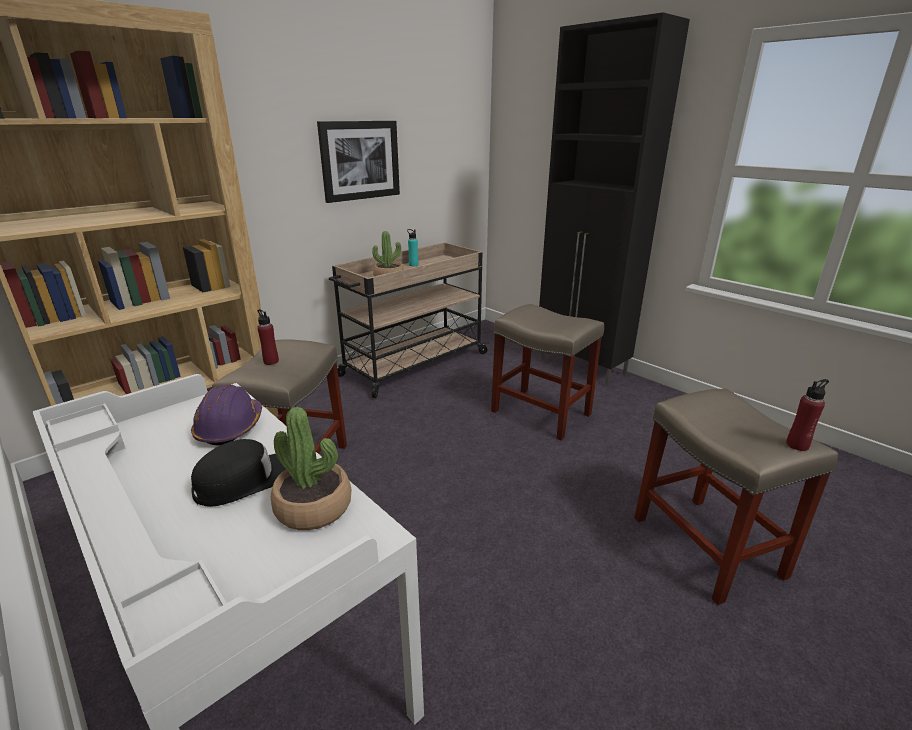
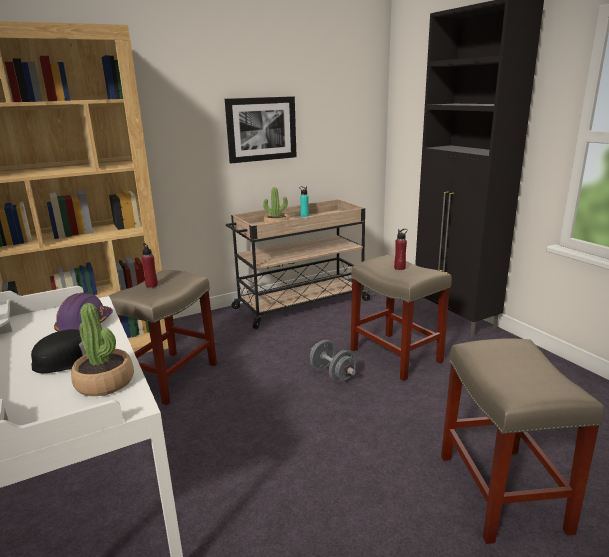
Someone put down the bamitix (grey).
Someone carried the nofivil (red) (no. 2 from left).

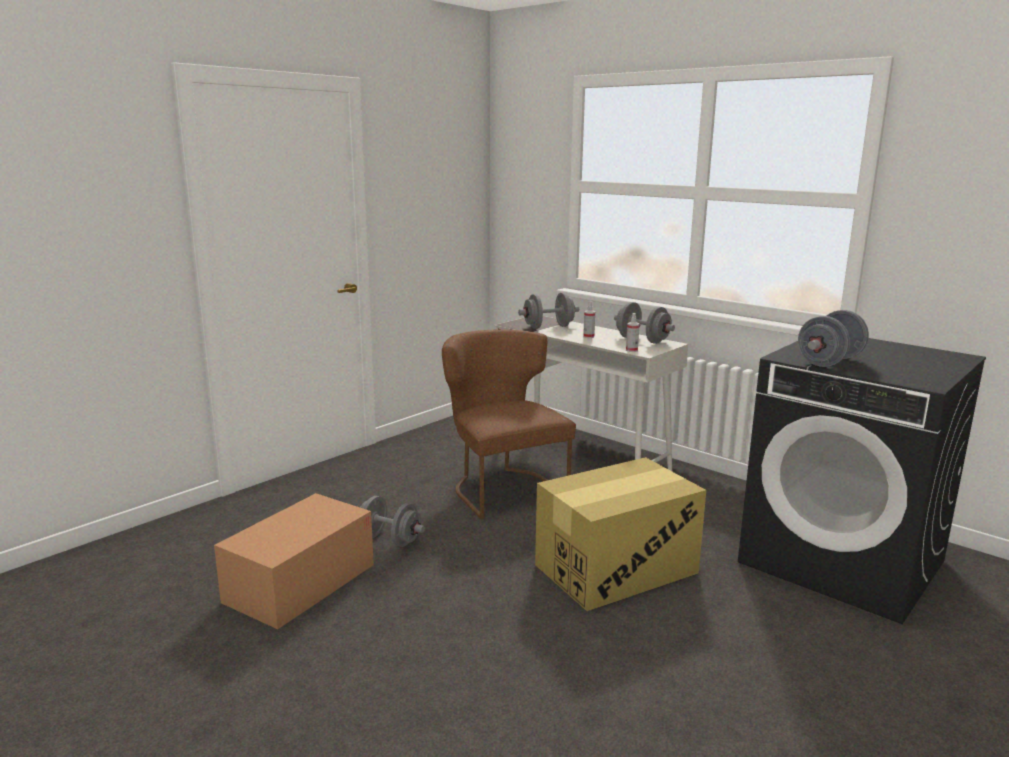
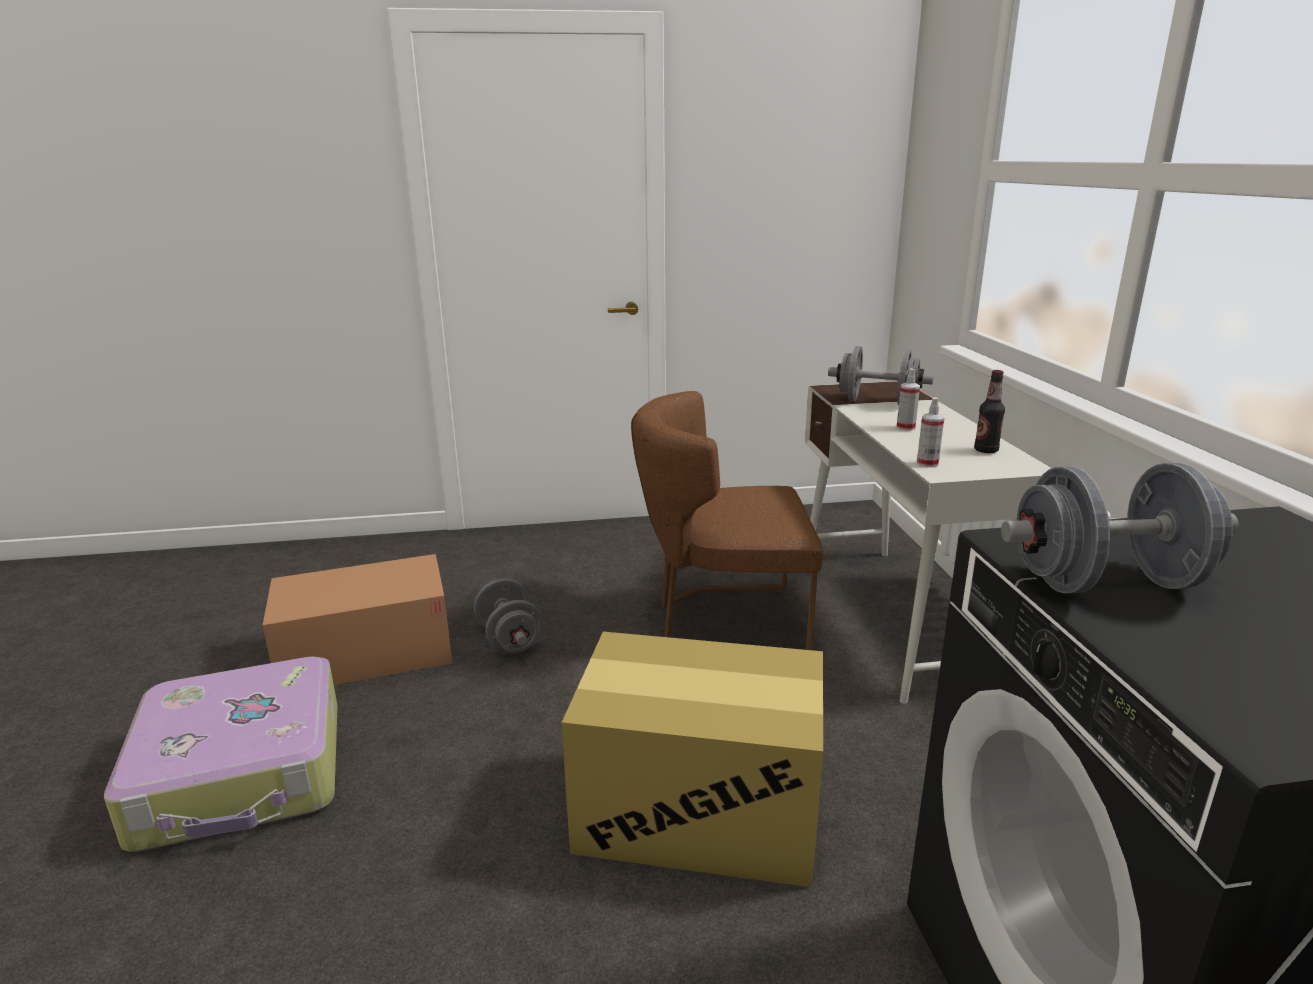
Someone put down the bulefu.
Someone rotated the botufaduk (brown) by 105 degrees counterclockwise.
Someone swapped the bamitix (grey) (no. 3 from left) for the nofivil.

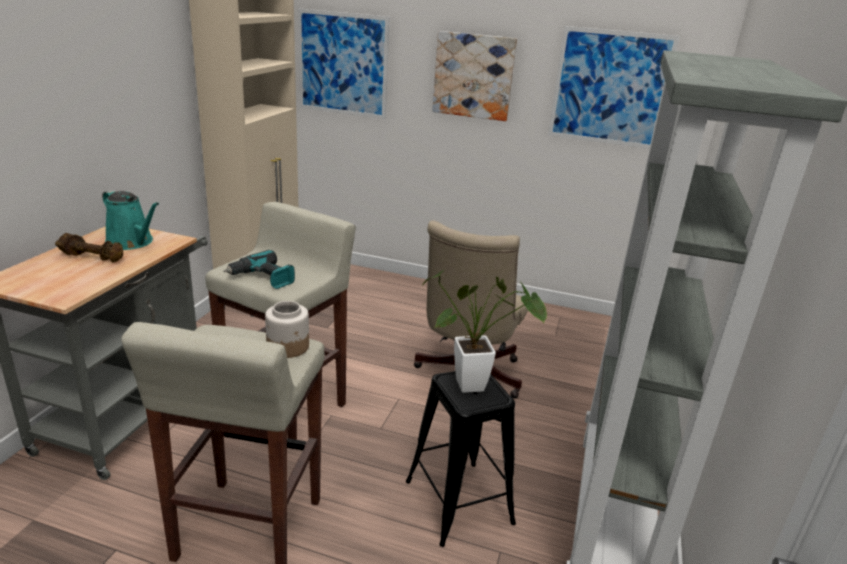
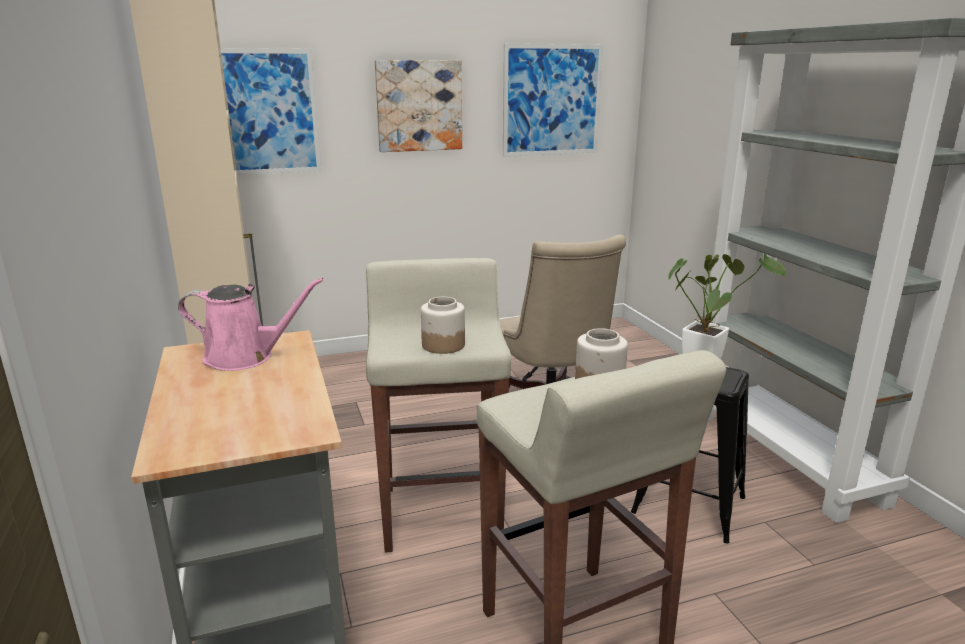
Someone repainted the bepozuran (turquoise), which became the bepozuran (pink).
Someone swapped the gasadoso for the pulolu (no. 1 from left).
Someone took away the bamitix (brown).

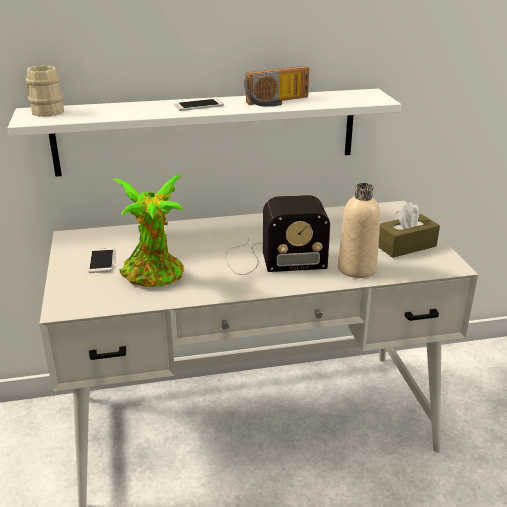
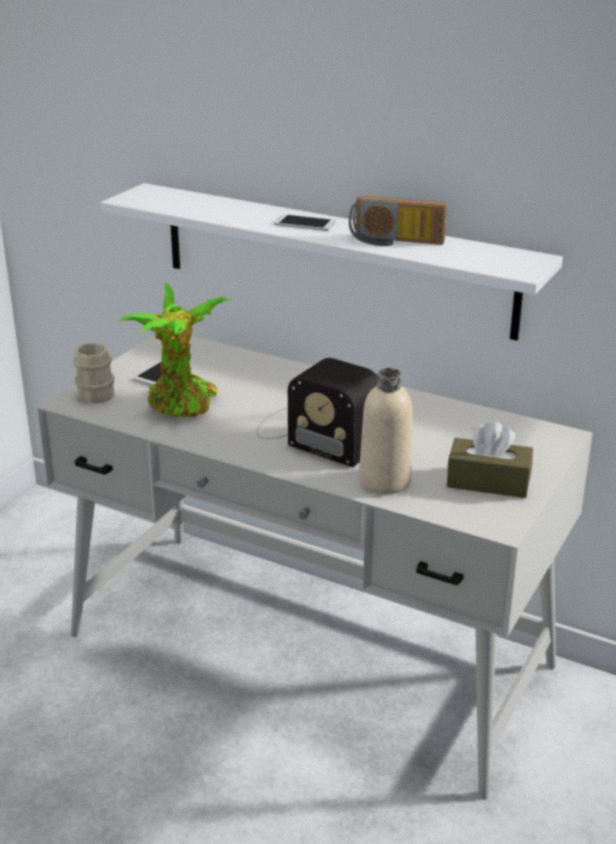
Someone carried the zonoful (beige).

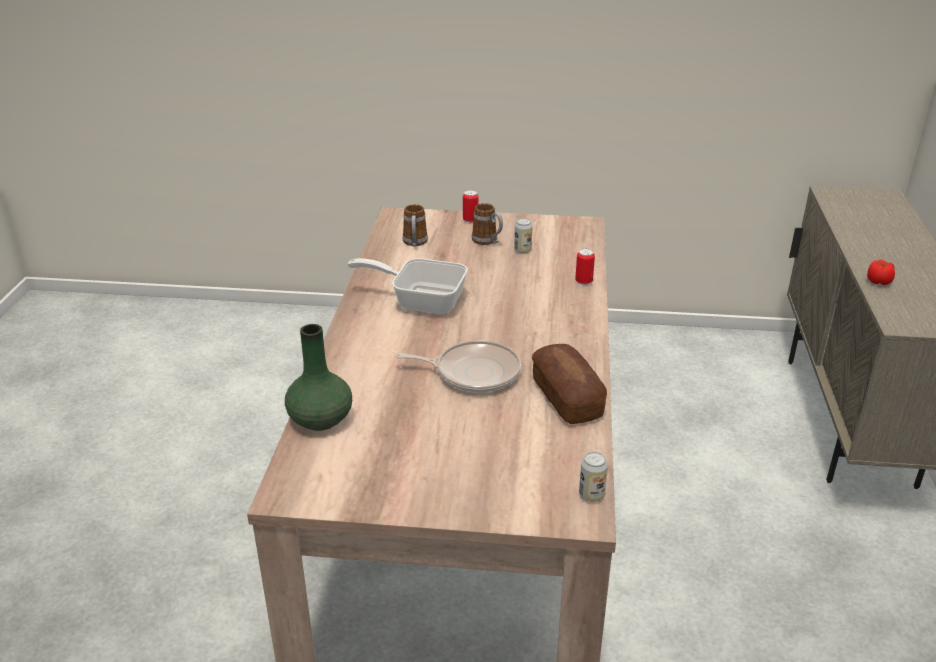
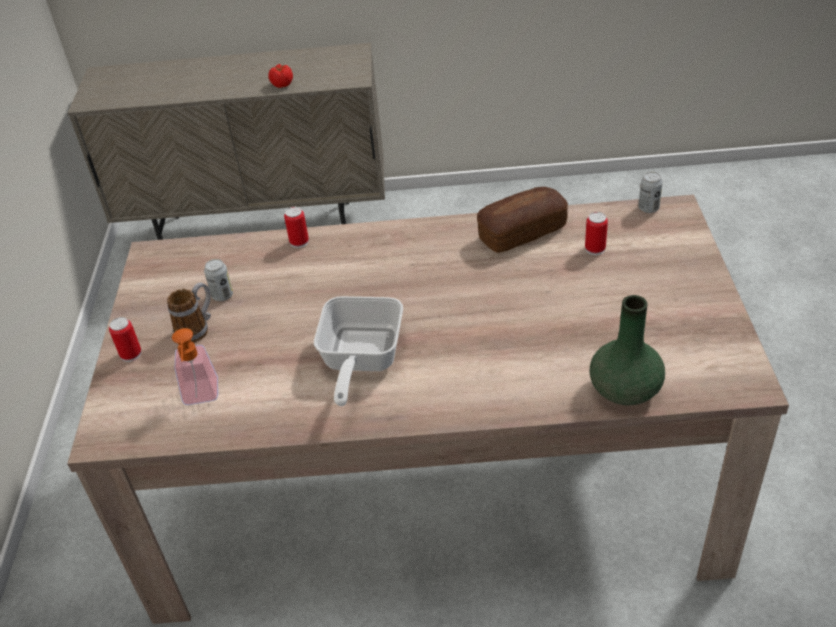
Someone swapped the zonoful (no. 1 from left) for the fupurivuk.
Someone put down the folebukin (no. 4 from left).
Someone took away the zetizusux (no. 2 from left).

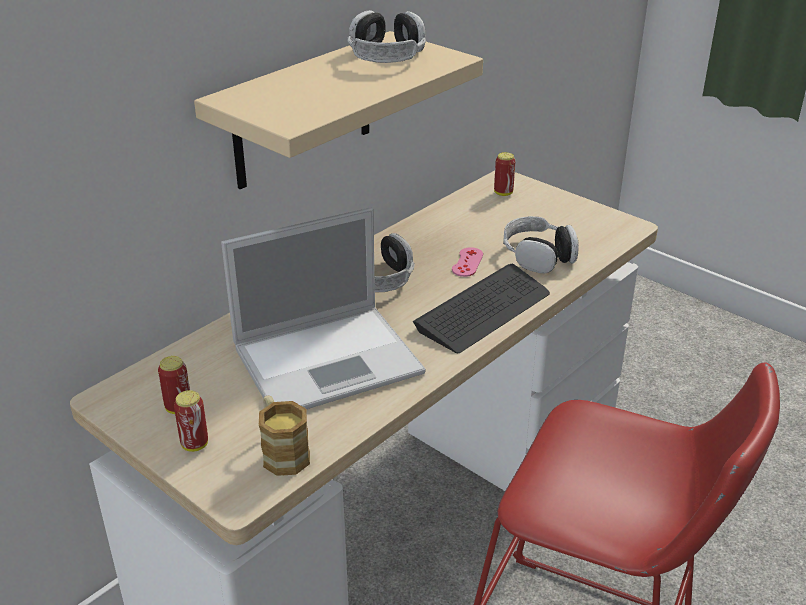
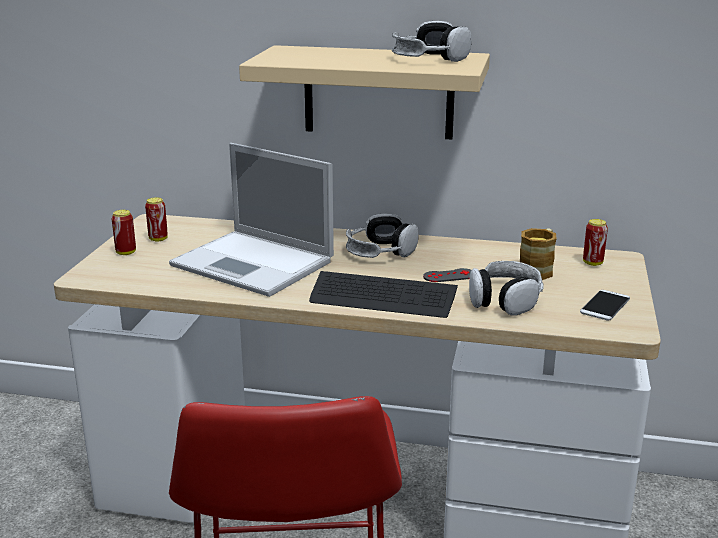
Someone repainted the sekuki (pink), which became the sekuki (grey).
Someone carried the zonoful.
Someone put down the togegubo.

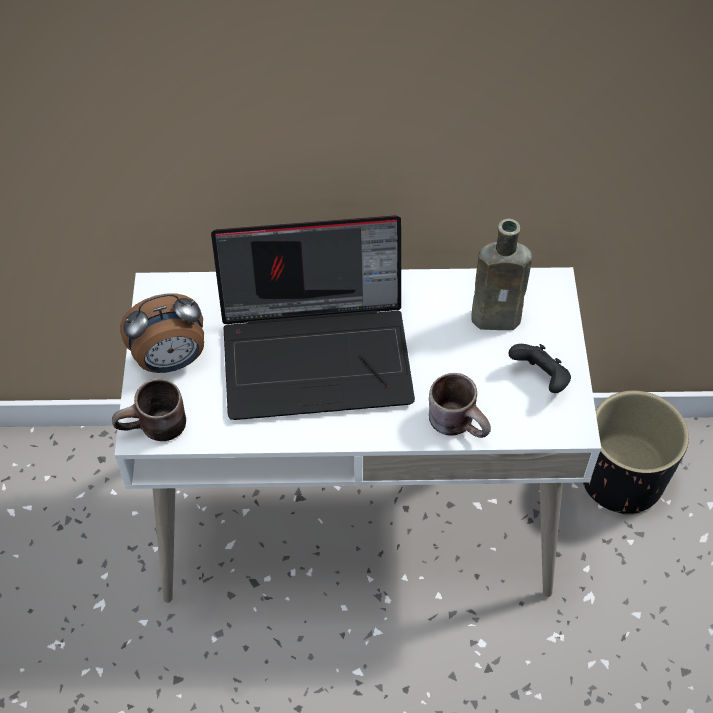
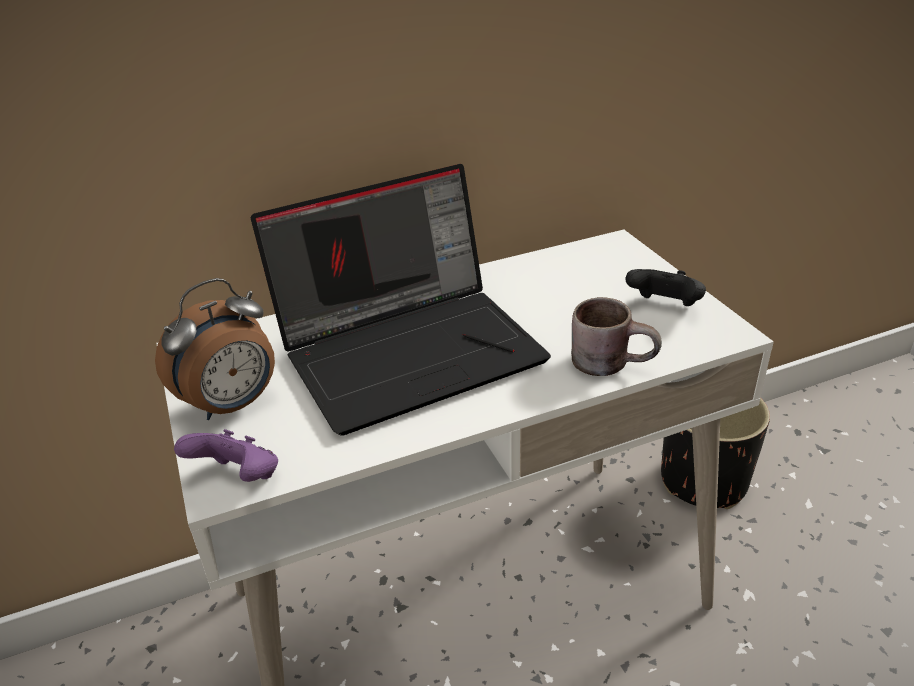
Someone swapped the zonoful (brown) (no. 1 from left) for the sekuki (purple).
Someone took away the nofivil (brown).

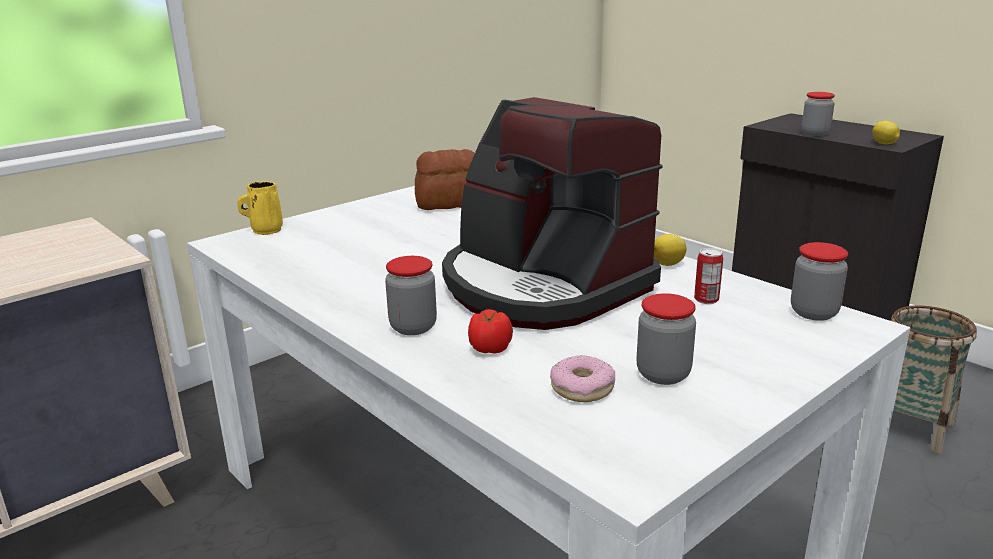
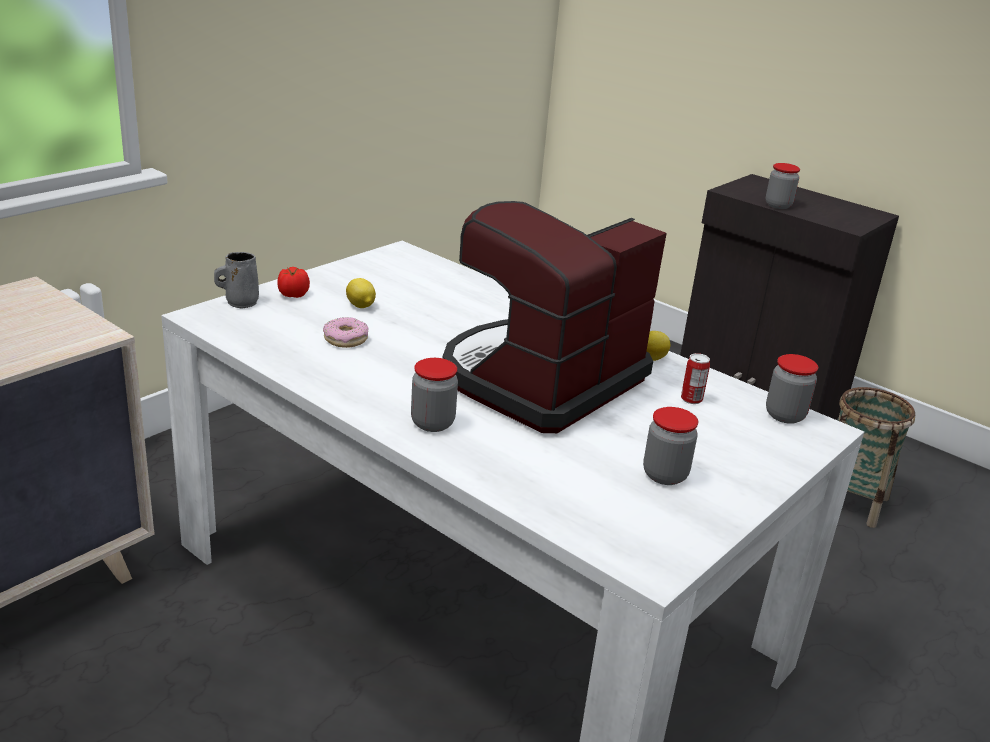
Someone repainted the zonoful (yellow), which became the zonoful (grey).
Someone carried the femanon.
Someone carried the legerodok.
Someone carried the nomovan (no. 2 from left in the first image).
Someone rotated the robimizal by 90 degrees clockwise.
Someone took away the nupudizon.

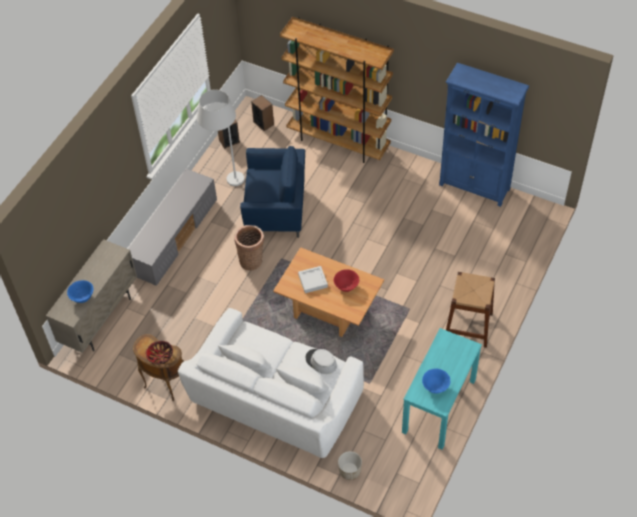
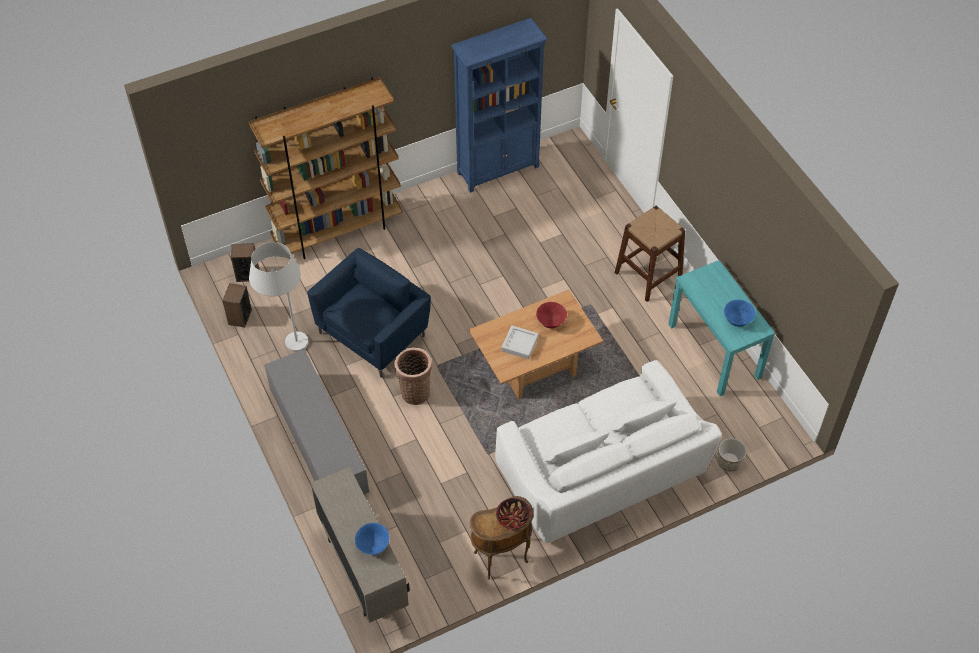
Someone took away the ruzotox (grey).

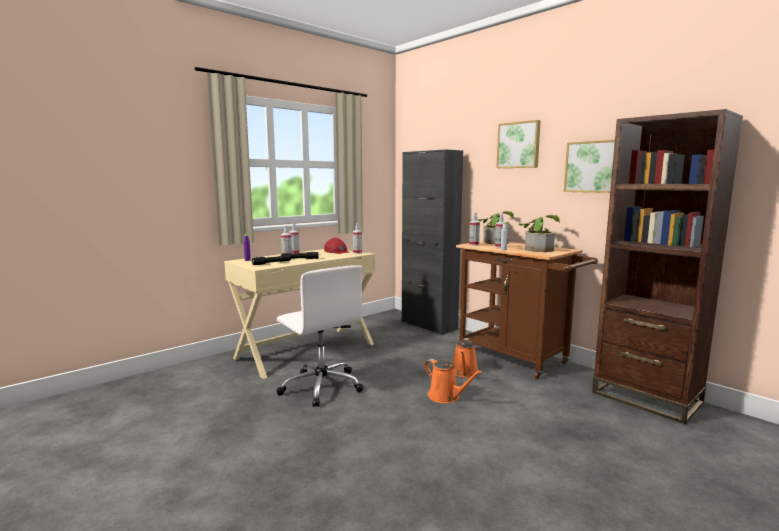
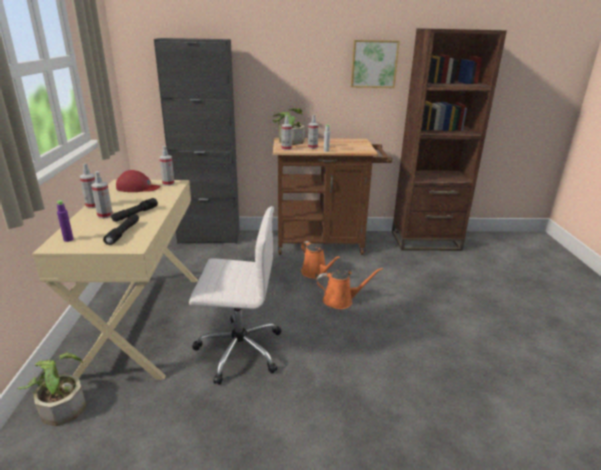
Someone carried the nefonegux (no. 2 from left in the first image).
Someone took away the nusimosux (no. 1 from left).

